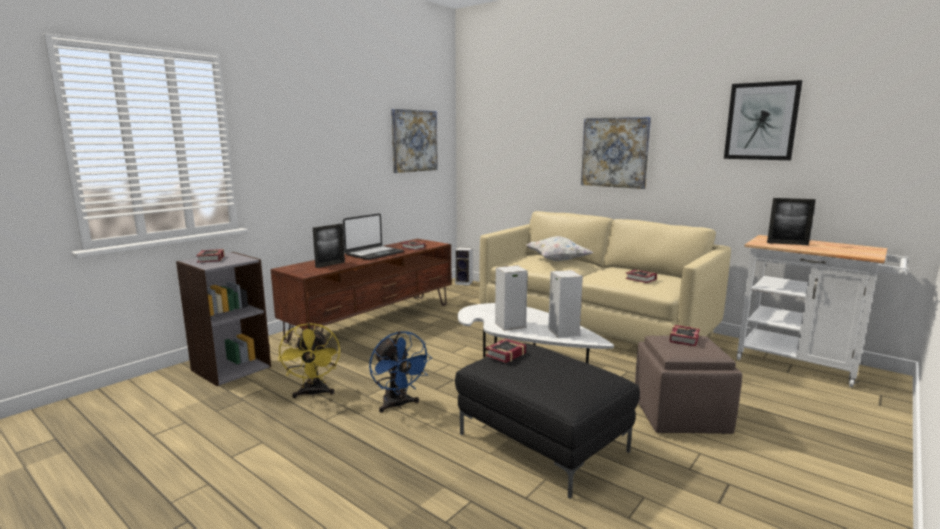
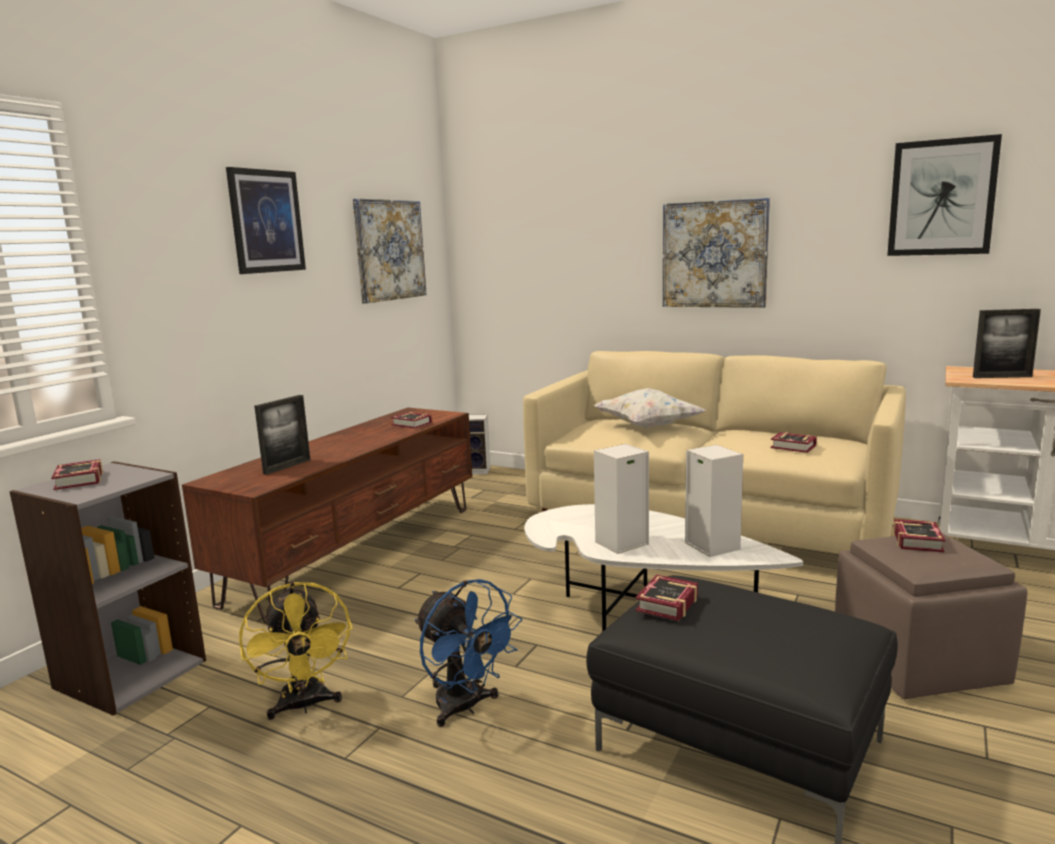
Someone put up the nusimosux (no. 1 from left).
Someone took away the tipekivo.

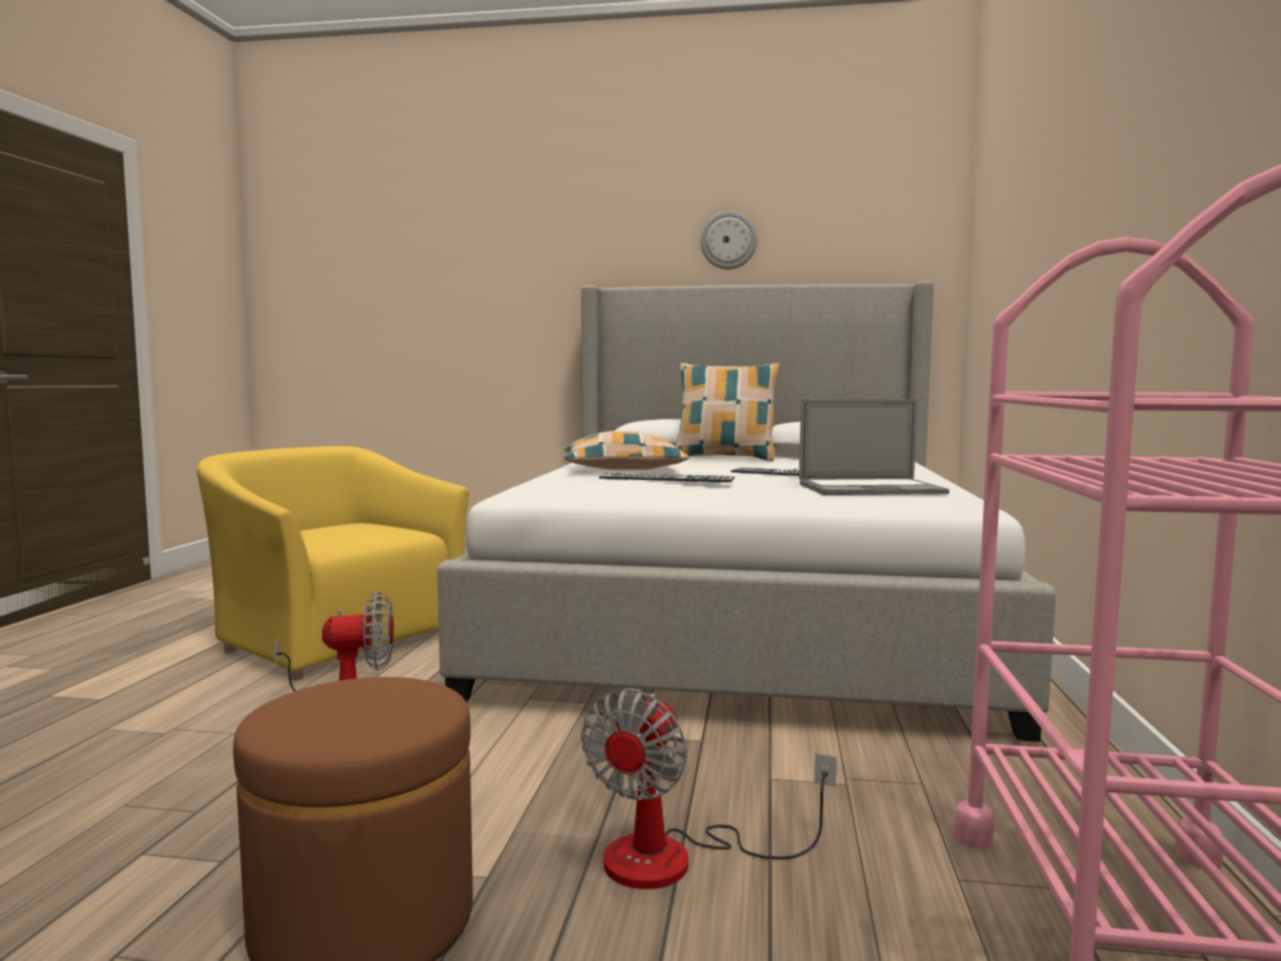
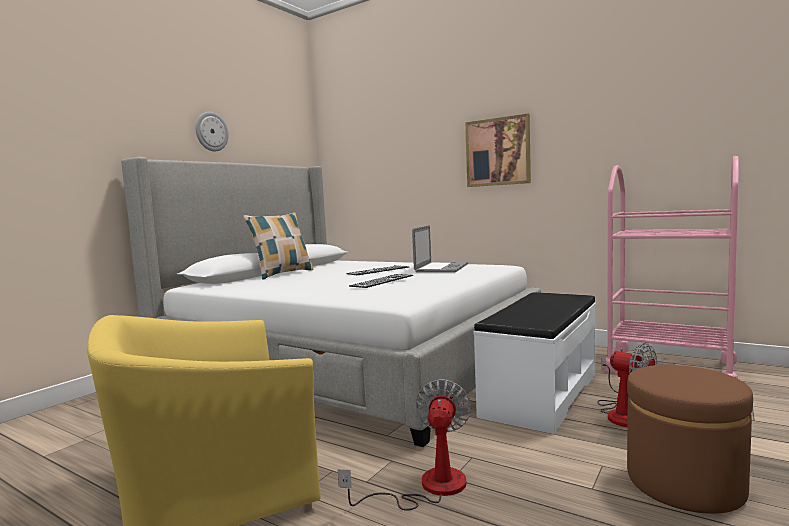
Someone put up the nusimosux.
Someone put down the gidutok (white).
Someone took away the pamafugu (no. 1 from left).

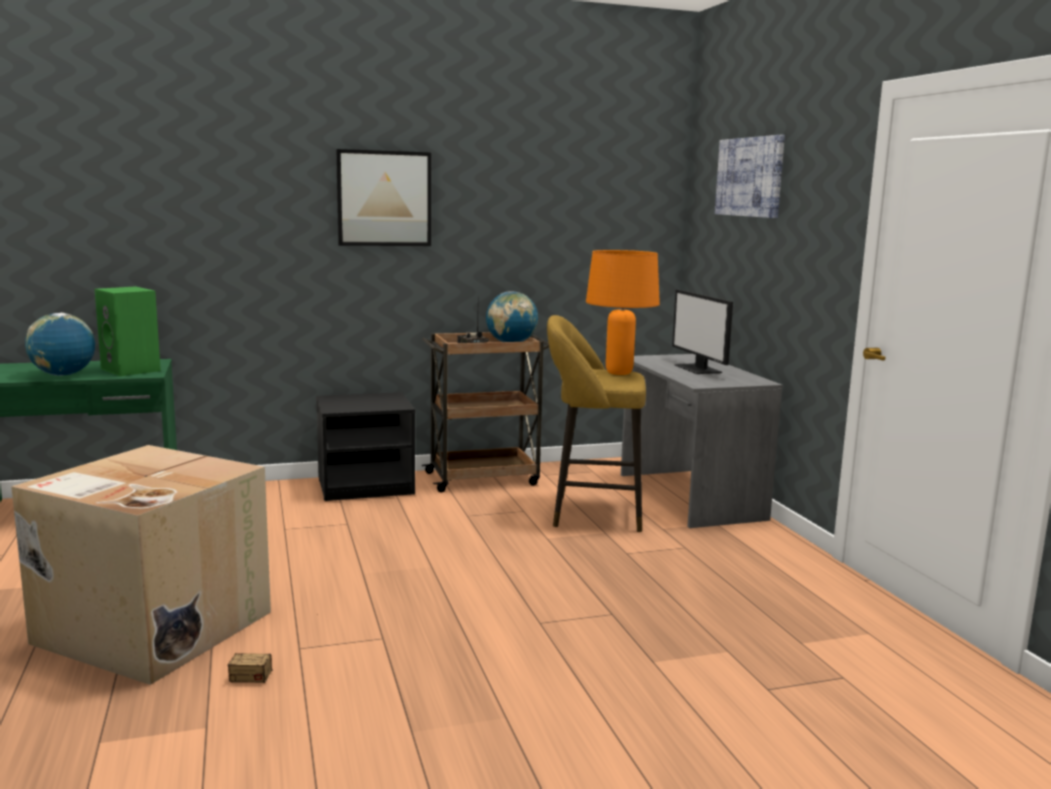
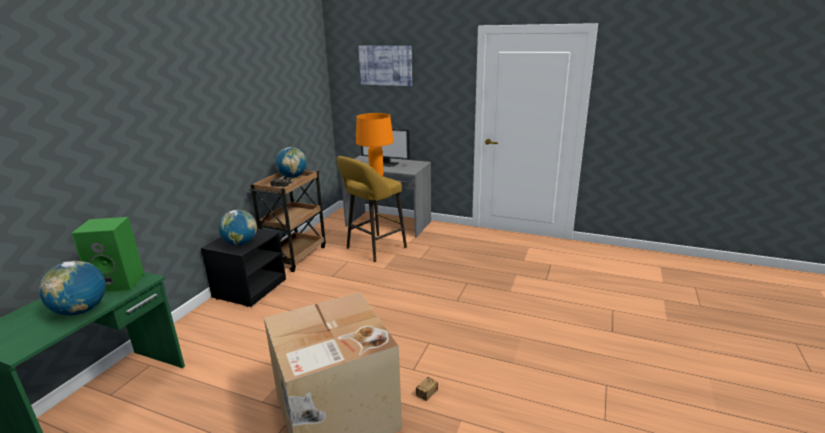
Someone put down the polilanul (no. 2 from left).
Someone took away the nusimosux (no. 1 from left).

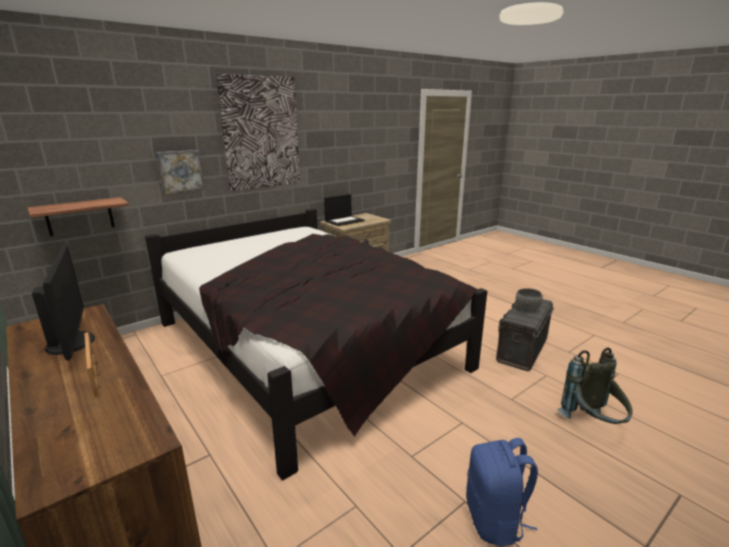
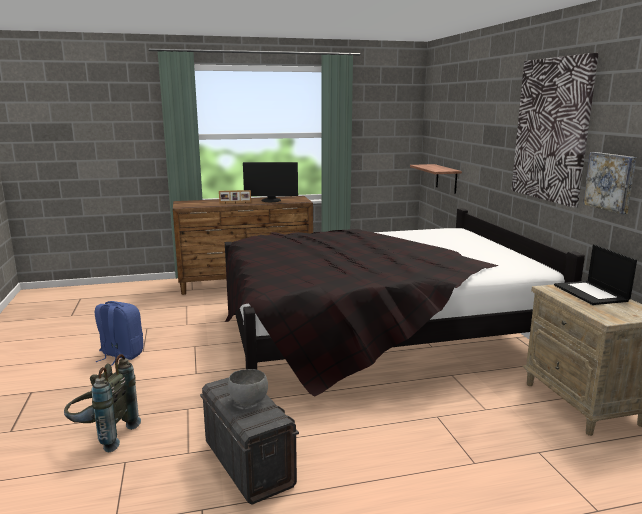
Someone carried the nusimosux (no. 1 from left in the first image).

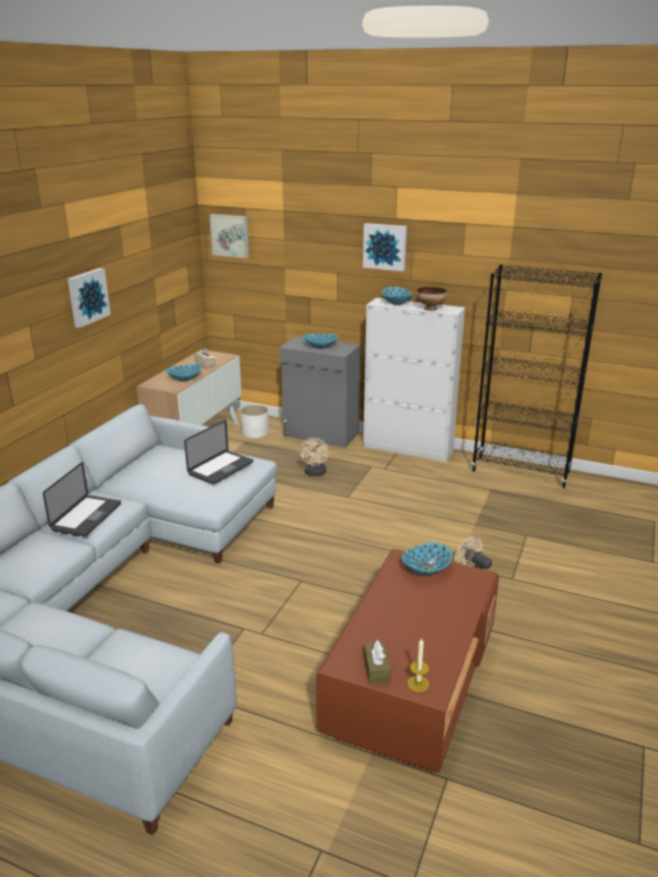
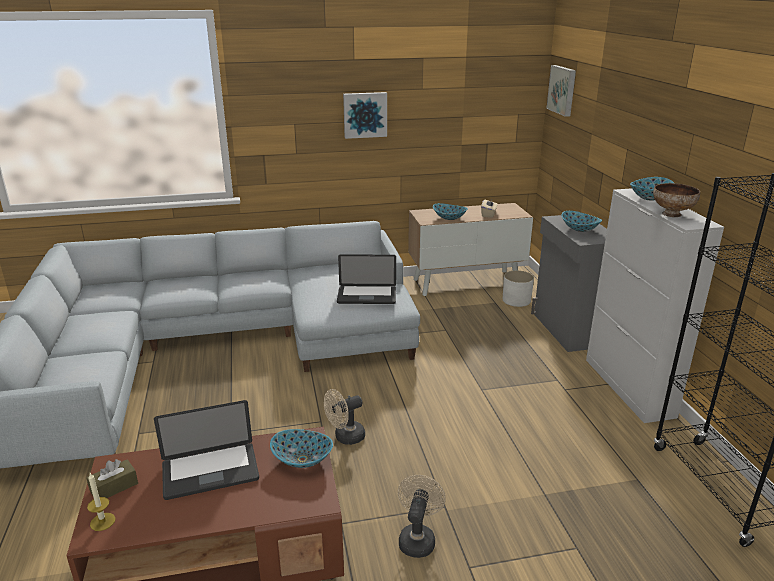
Someone carried the tipekivo (no. 1 from left).
Someone carried the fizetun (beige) (no. 1 from left).
Someone took away the nusimosux (no. 3 from left).

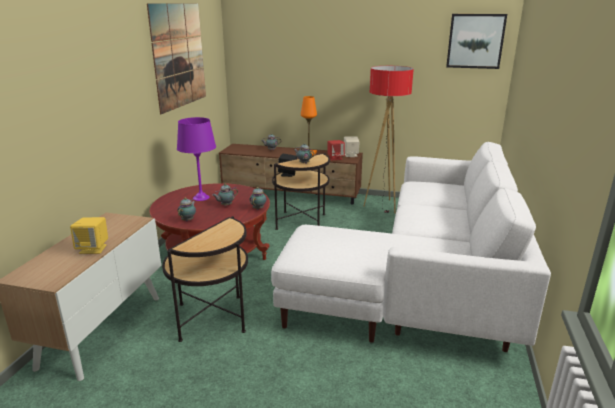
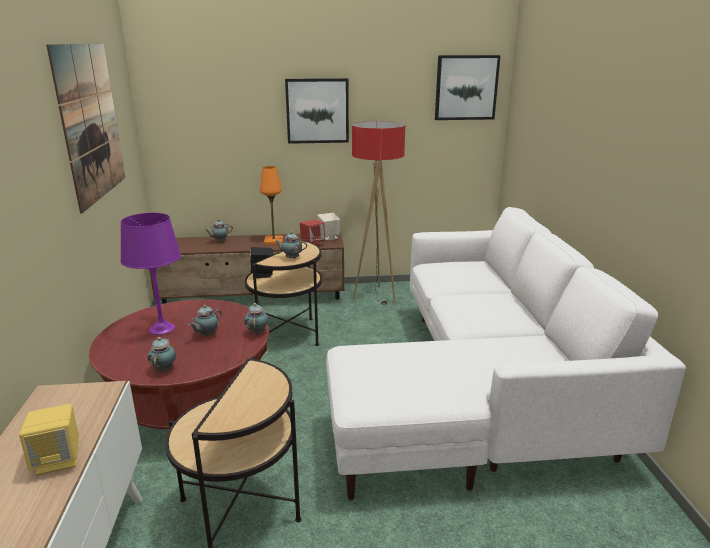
Someone put up the nusimosux (no. 2 from left).

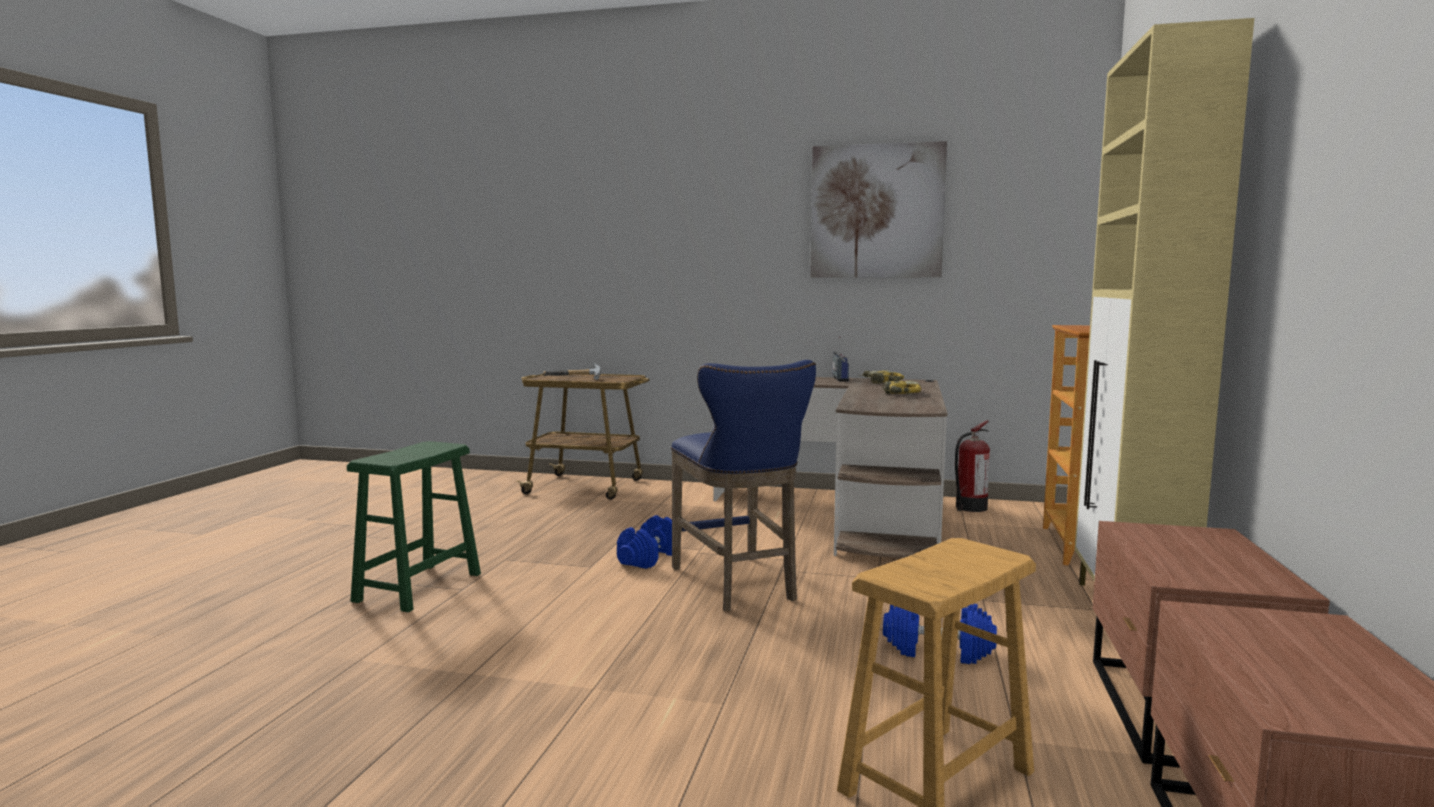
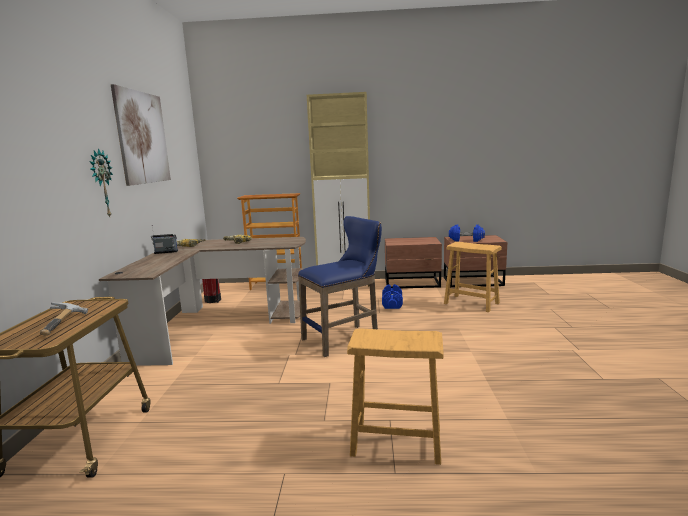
Someone put up the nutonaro.
Someone repainted the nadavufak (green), which became the nadavufak (brown) (no. 1 from left).
Someone carried the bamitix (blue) (no. 1 from left in the first image).

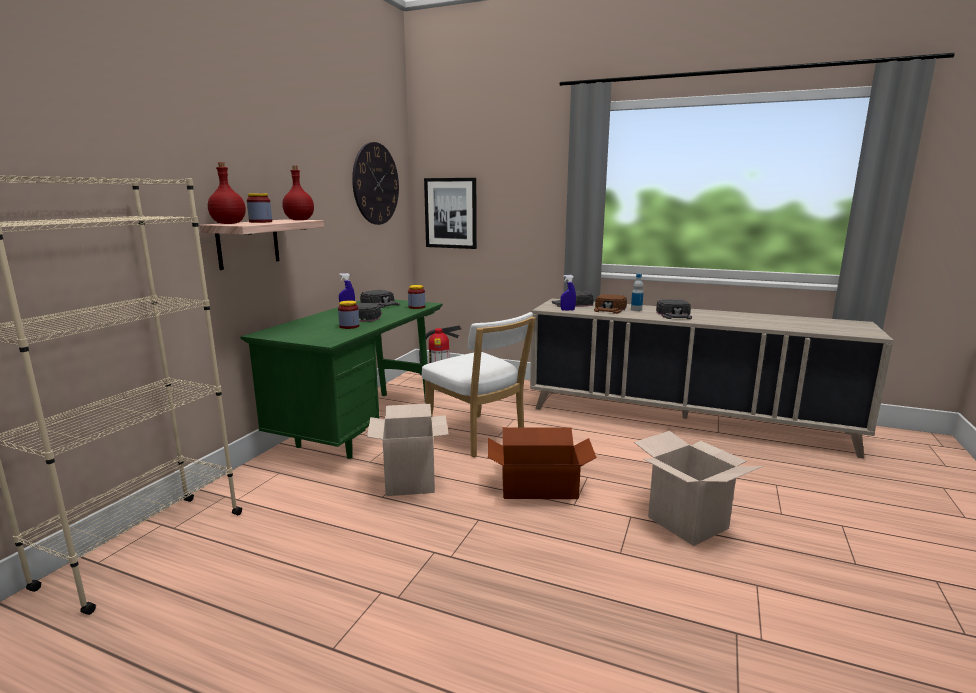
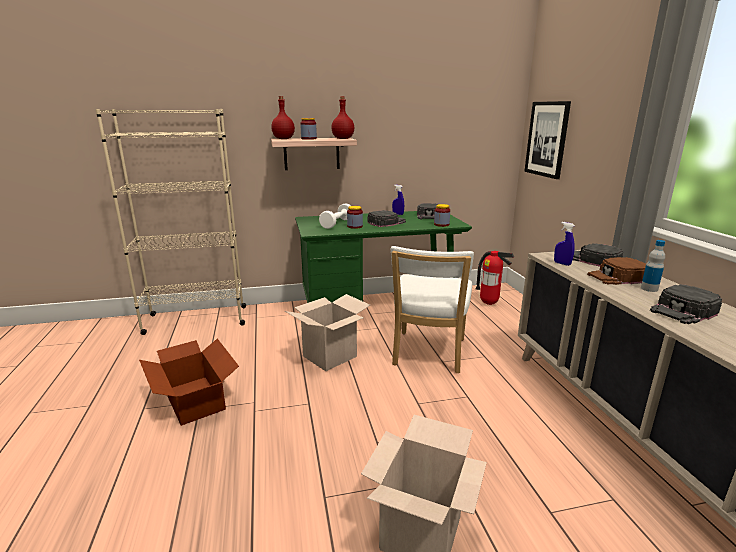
Someone carried the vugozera (no. 2 from left in the first image).
Someone put down the bamitix (white).
Someone took away the nutonaro.

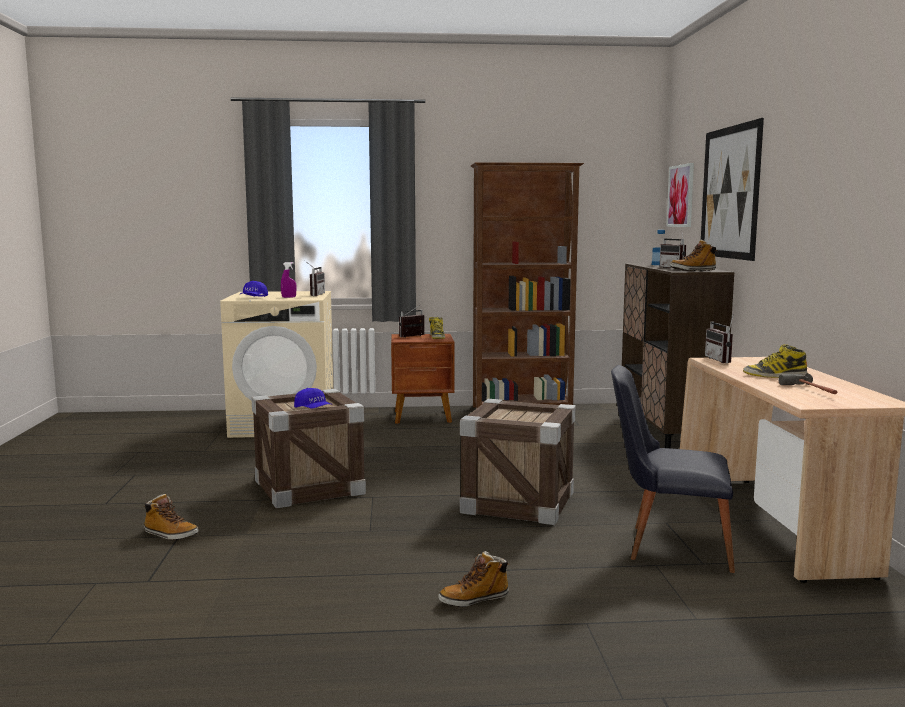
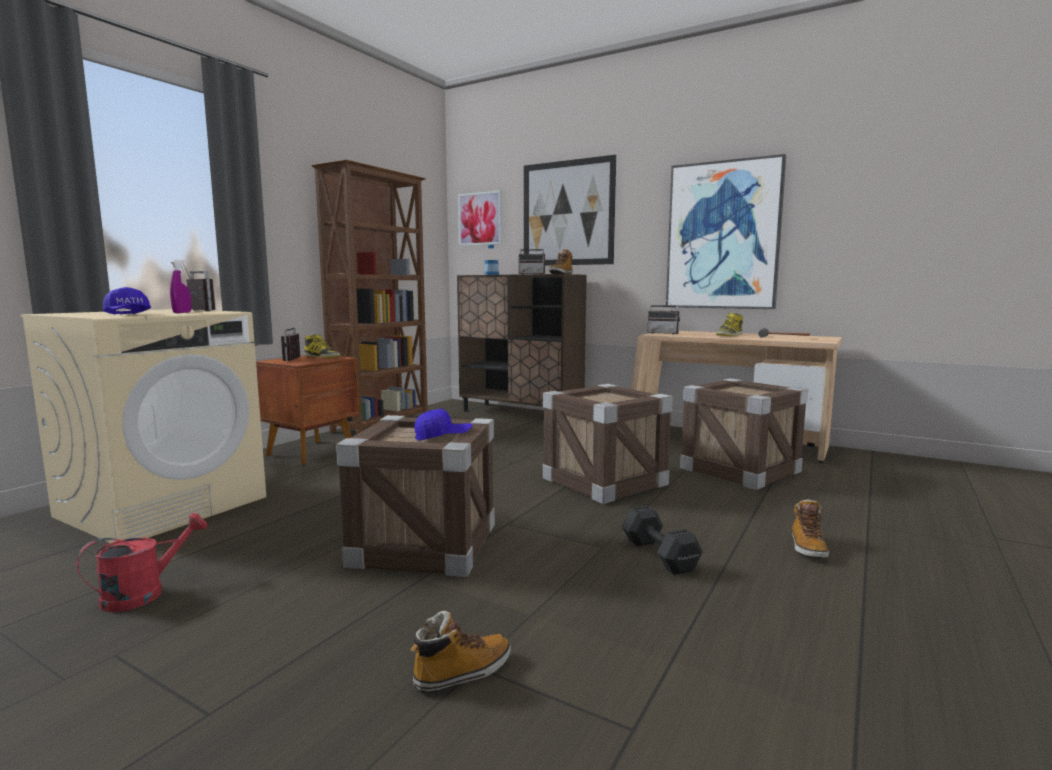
Someone put down the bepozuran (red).
Someone put down the bamitix (black).
Someone put up the nusimosux (no. 3 from left).
Someone swapped the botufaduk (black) for the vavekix (no. 3 from left).

